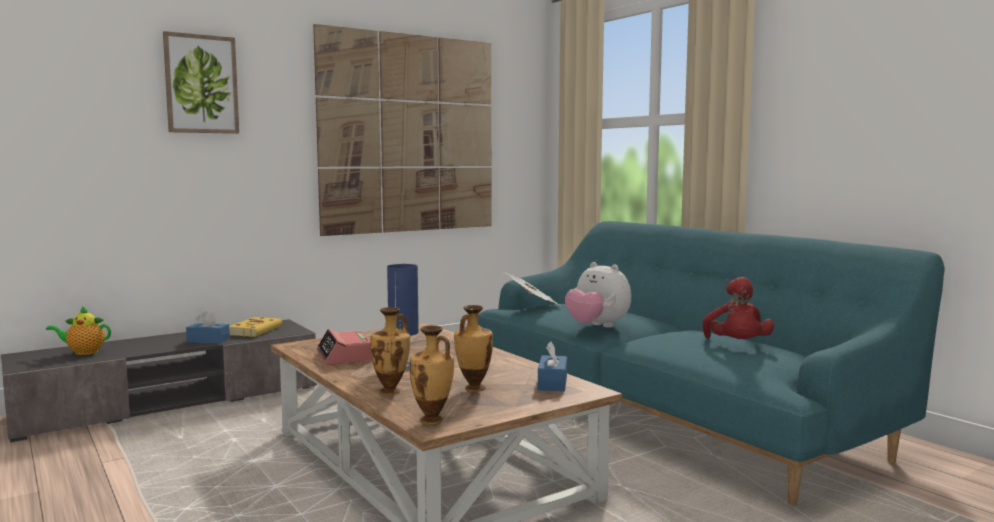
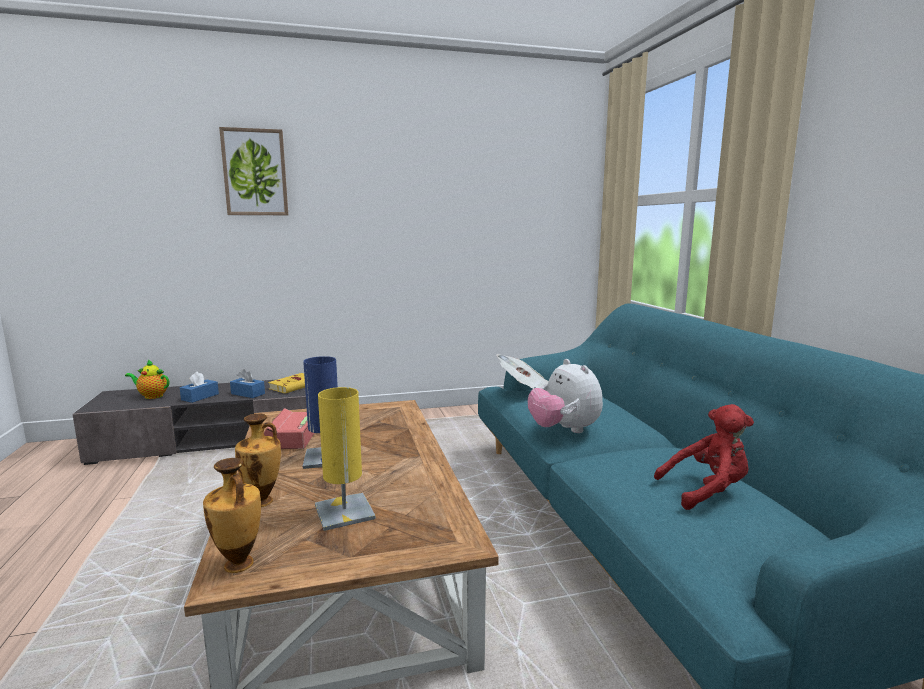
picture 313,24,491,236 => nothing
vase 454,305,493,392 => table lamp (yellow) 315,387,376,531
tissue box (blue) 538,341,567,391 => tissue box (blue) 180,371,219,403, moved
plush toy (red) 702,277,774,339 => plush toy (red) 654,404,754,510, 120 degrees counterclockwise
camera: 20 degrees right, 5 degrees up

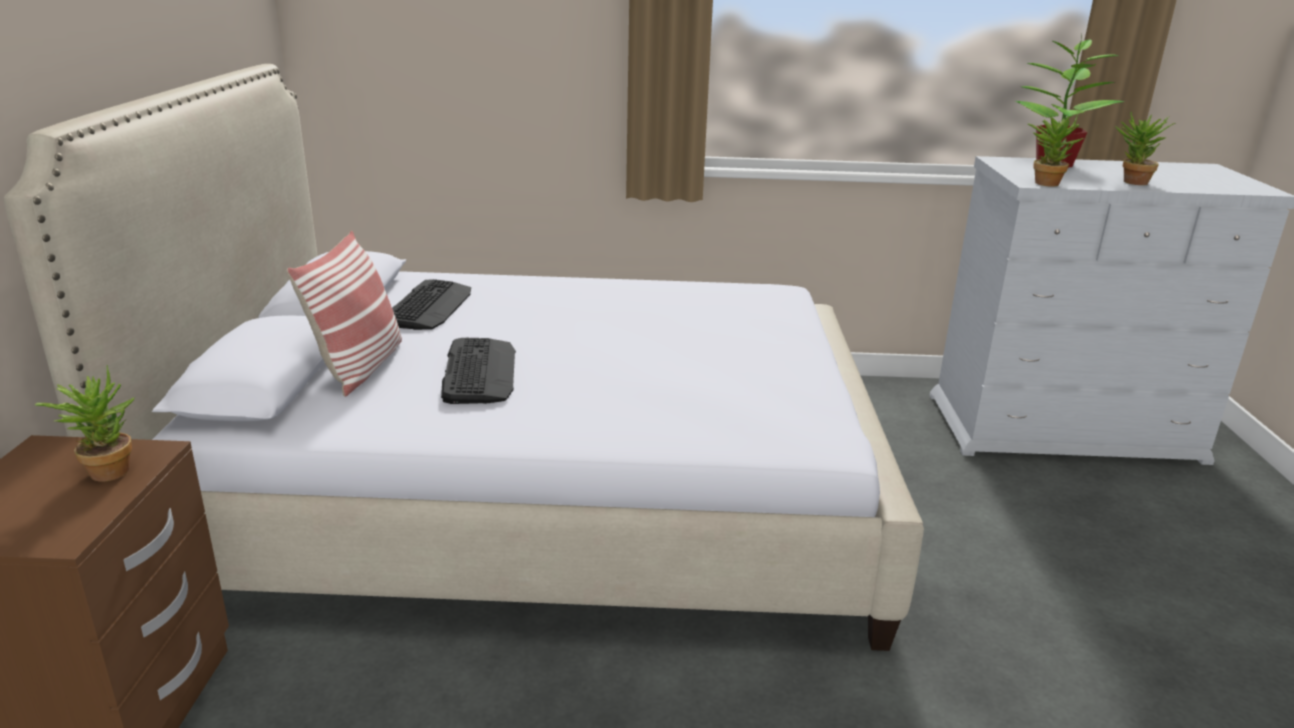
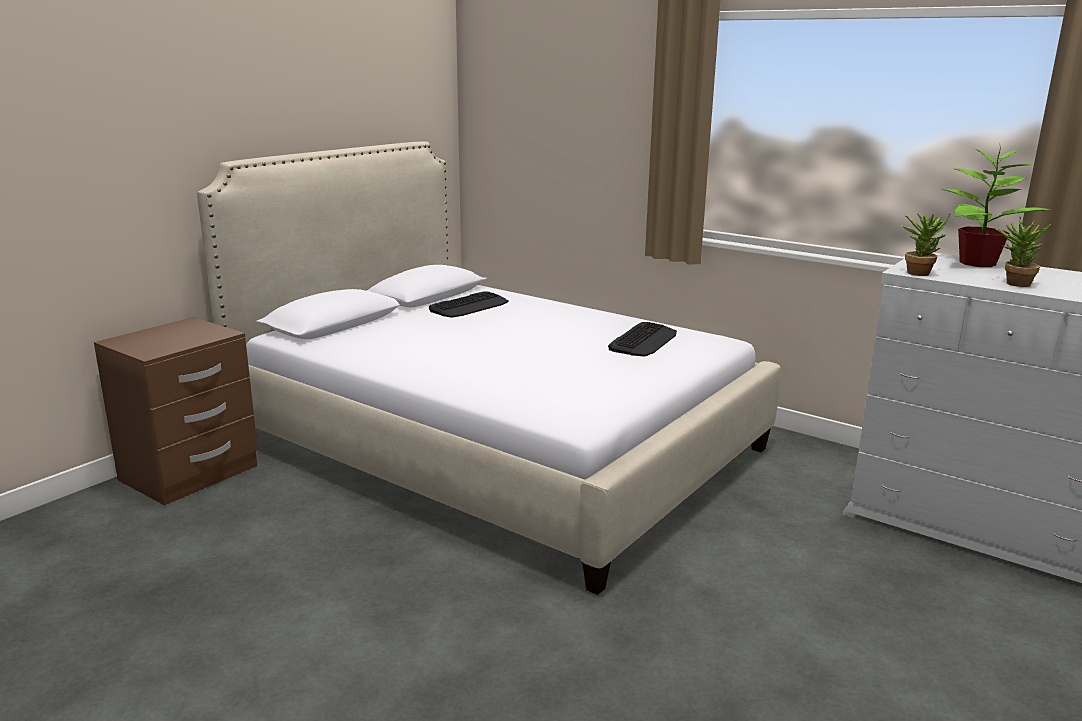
potted plant 35,365,135,482 => nothing
pillow 286,231,402,397 => nothing
keyboard 441,338,516,404 => keyboard 608,322,677,357, moved
camera: 35 degrees right, 5 degrees down

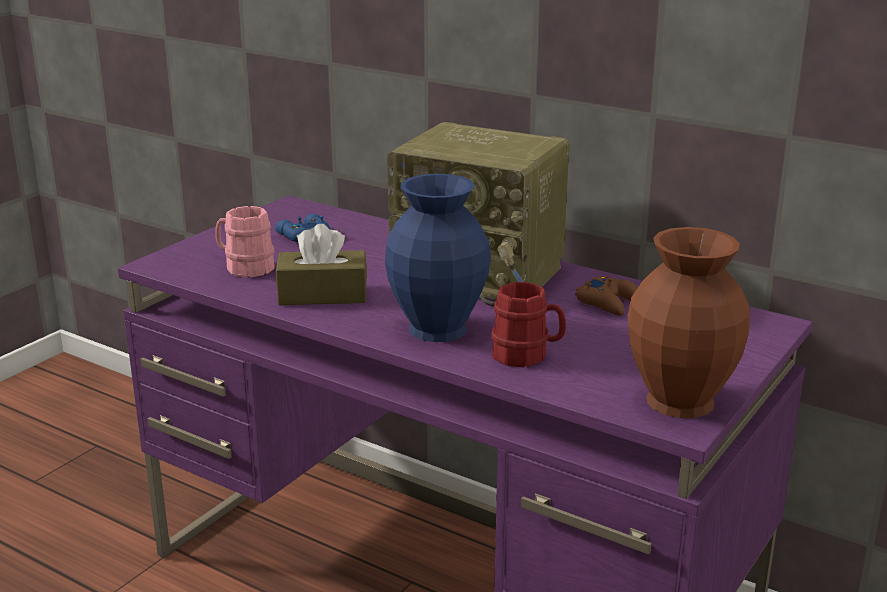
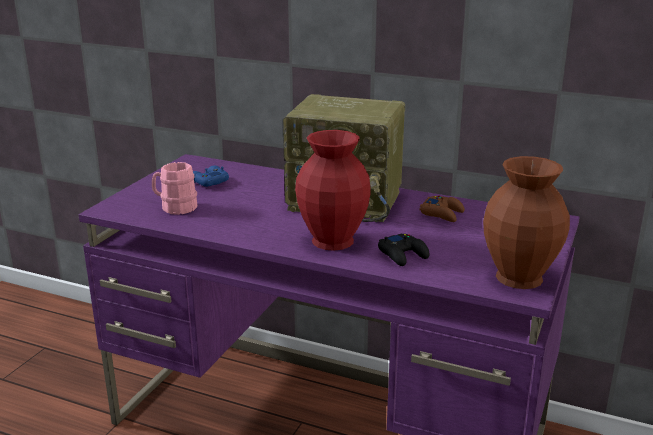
tissue box (brown) 276,224,367,305 => nothing
vase (blue) 385,174,491,342 => vase (red) 295,130,370,251
mug (red) 491,282,566,367 => game controller (black) 378,233,429,266
camera: 10 degrees left, 0 degrees up

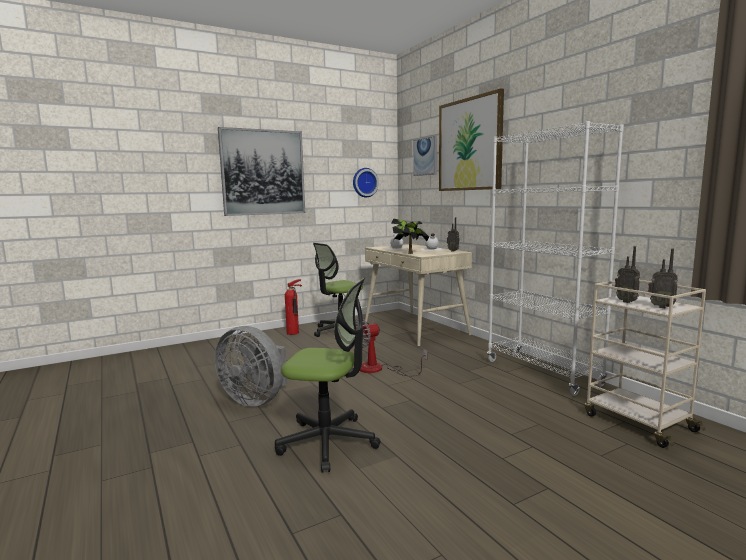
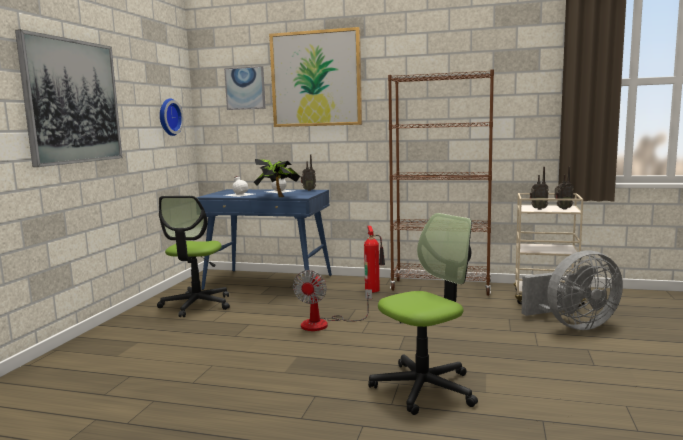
fan (grey) 215,326,288,407 => fan (grey) 522,251,623,330, moved
fire extinguisher 285,279,302,335 => fire extinguisher 364,226,385,293, moved
desk (beige) 365,244,472,347 => desk (blue) 196,189,332,290
bookcase (white) 487,121,624,396 => bookcase (brown) 388,69,494,296
camera: 45 degrees left, 0 degrees up

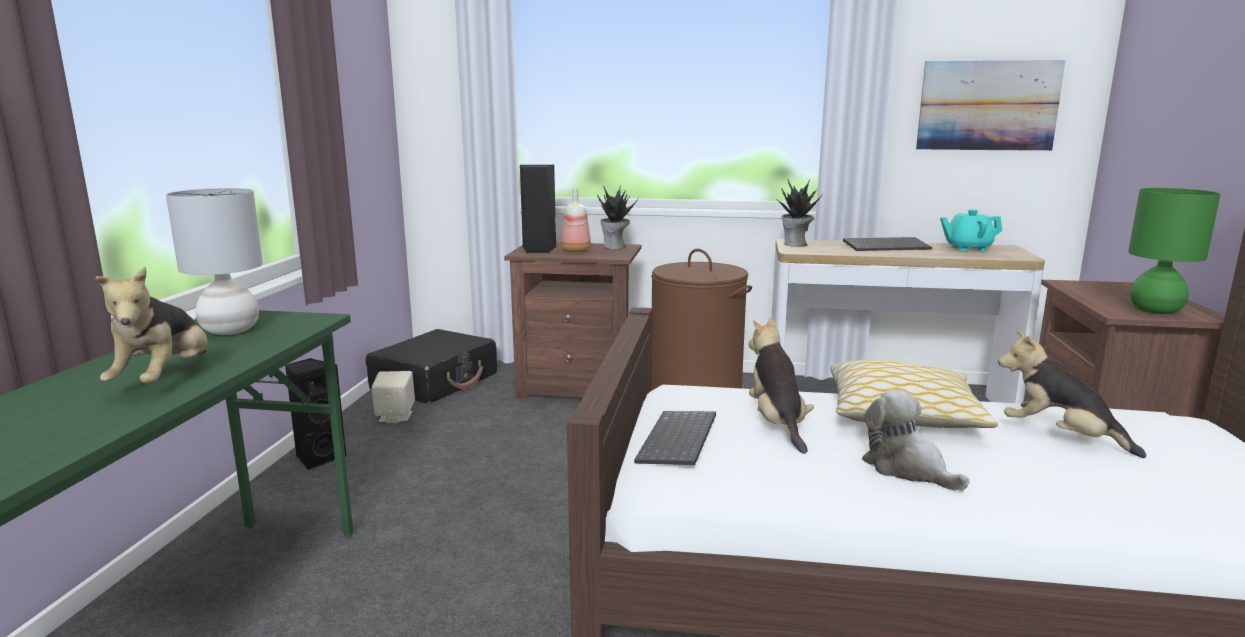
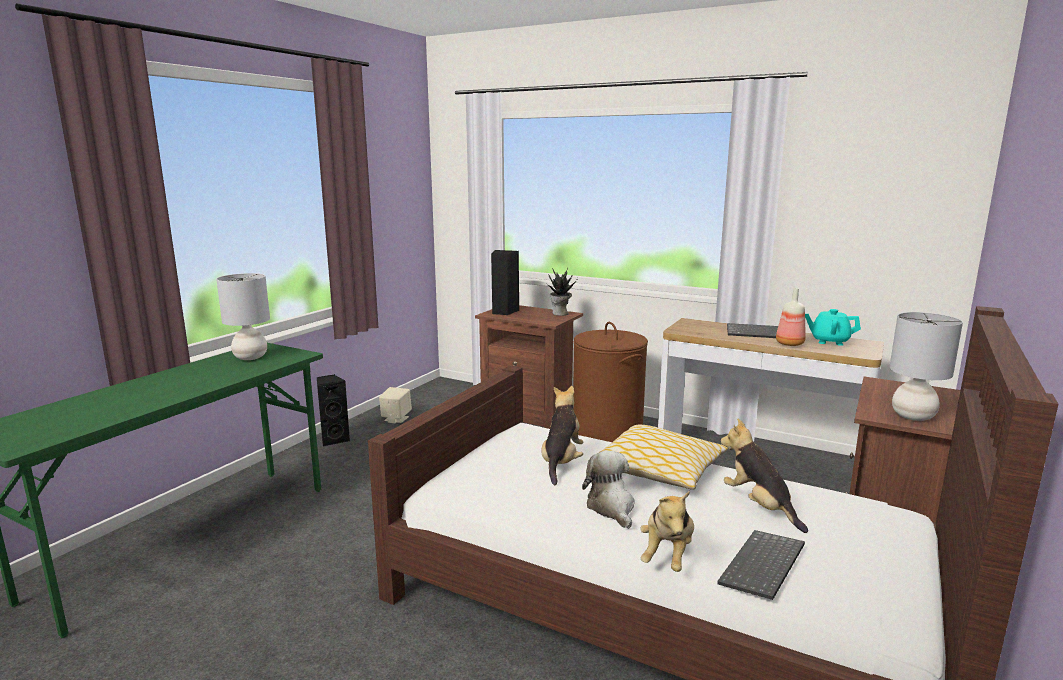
plush toy 96,267,208,384 => plush toy 640,491,694,572, moved
suitcase (black) 366,329,497,404 => nothing
bottle 561,188,591,252 => bottle 776,288,806,346, moved
keyboard 634,411,716,465 => keyboard 717,530,805,600, moved
potted plant 777,179,823,247 => nothing
picture 916,60,1066,151 => nothing
table lamp (green) 1128,188,1221,314 => table lamp (grey) 890,312,963,421
camera: 20 degrees right, 0 degrees up

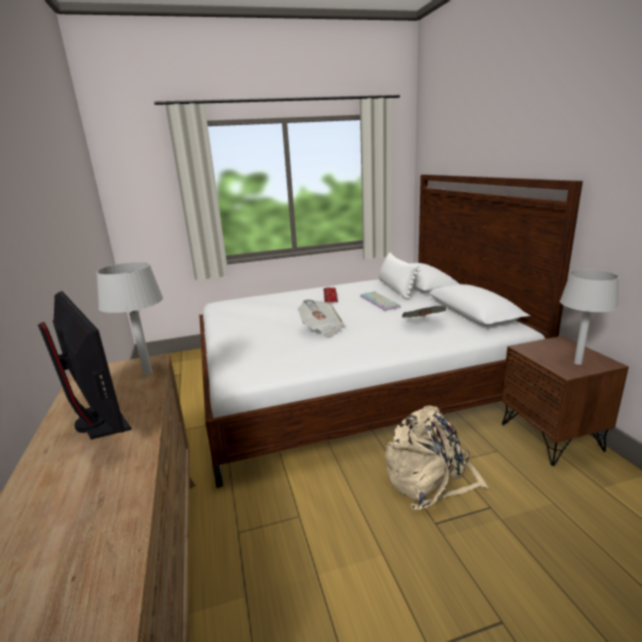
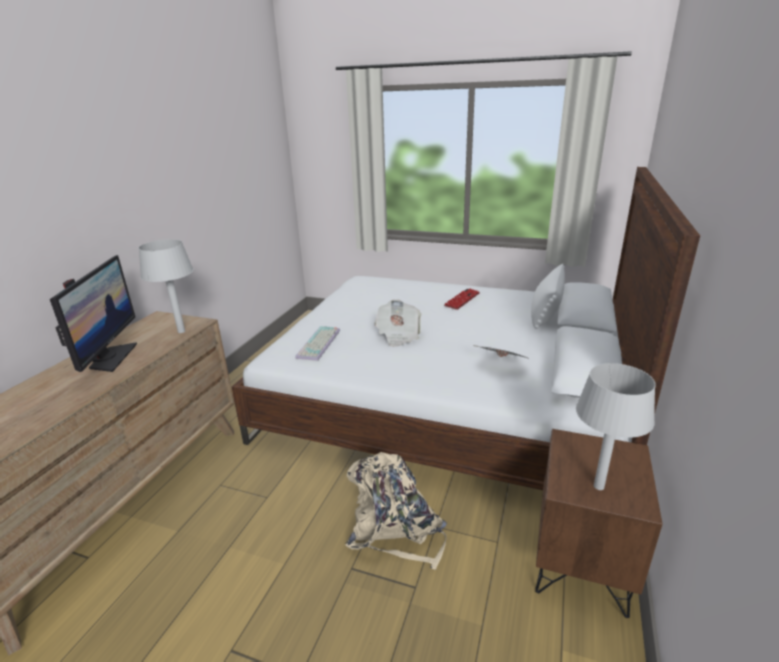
keyboard 360,291,401,311 => keyboard 295,326,340,361, moved
camera: 35 degrees right, 5 degrees up

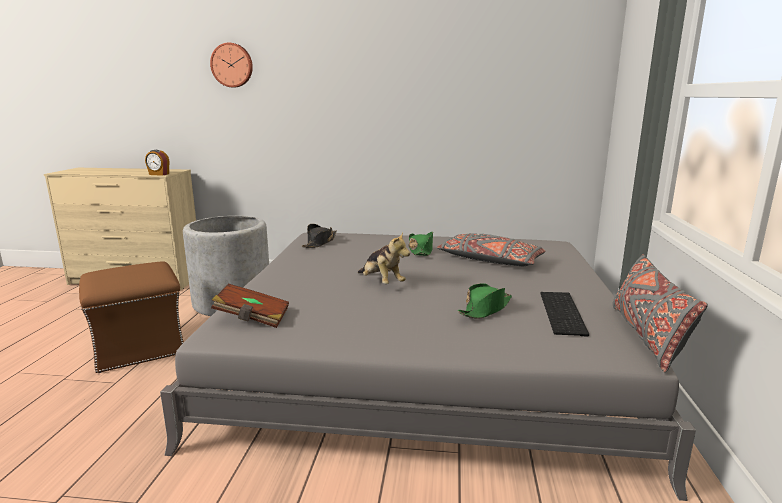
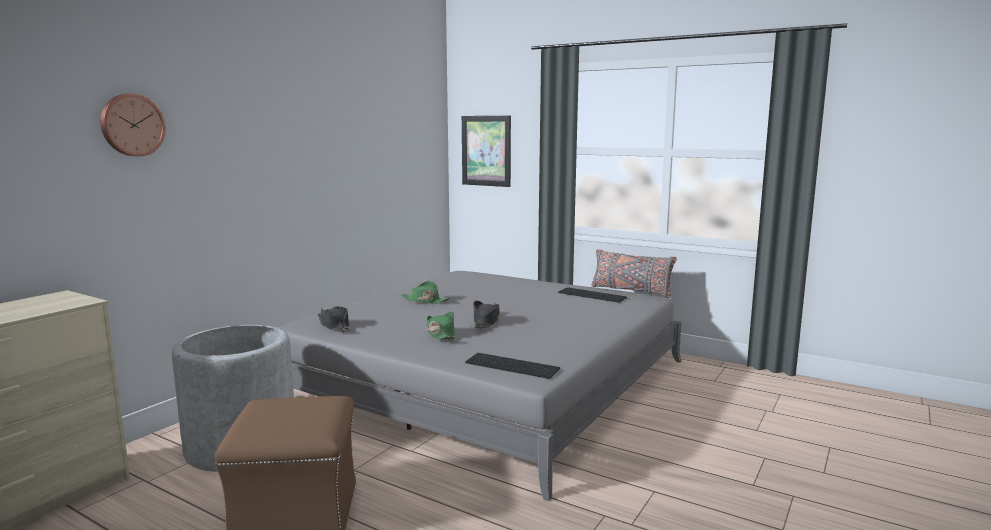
alarm clock 145,150,169,176 => nothing
book (brown) 211,283,289,328 => keyboard 465,353,560,379
plush toy 358,233,410,284 => hat (black) 473,301,500,328
pillow (grey) 437,233,545,266 => nothing
hat (green) 458,283,512,319 => hat (green) 427,311,455,340, moved
nothing => picture 462,116,511,187
camera: 65 degrees left, 5 degrees down

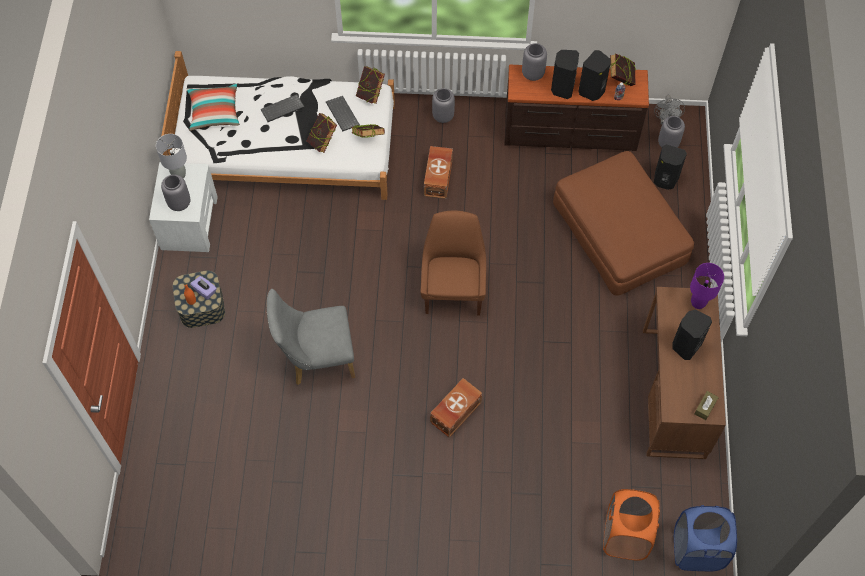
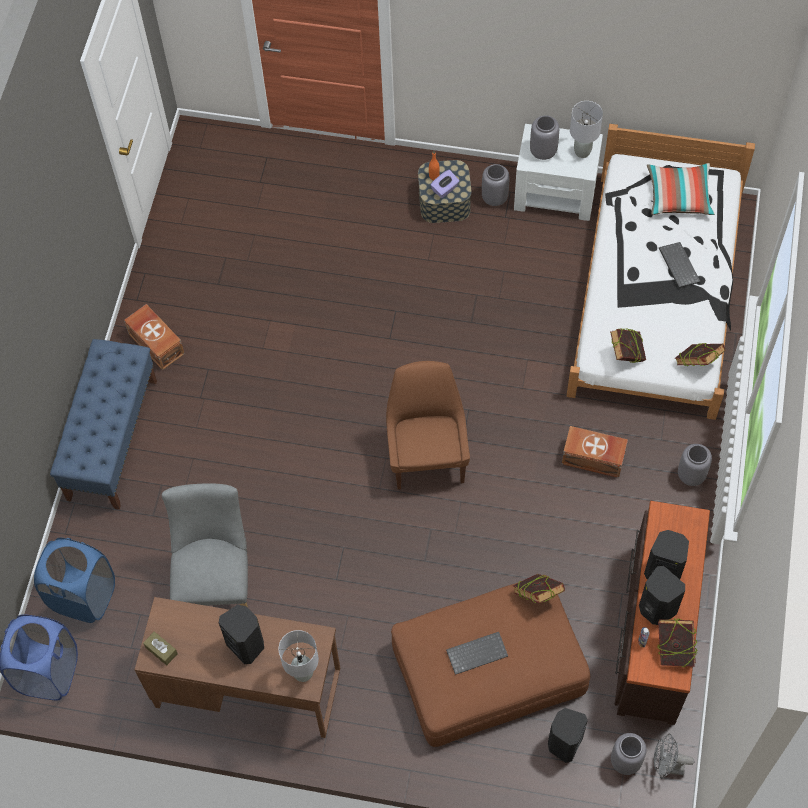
chair (grey) 266,289,355,385 => chair (grey) 162,483,248,607, moved
book 307,113,337,153 => book 513,574,565,603, moved
keyboard 326,96,360,131 => keyboard 446,632,508,675, moved
chair (brown) 421,211,486,316 => chair (brown) 386,361,470,489, 105 degrees counterclockwise
storage box (brown) 430,378,482,438 => storage box (brown) 124,304,185,370, moved
vase (grey) 522,43,547,81 => vase (grey) 482,164,509,206, moved
laundry basket (orange) 603,489,660,561 => laundry basket (blue) 34,538,115,623
table lamp (purple) 690,263,724,309 => table lamp (grey) 278,630,319,682
nothing => bench (blue) 50,339,157,510
camera: 100 degrees right, 0 degrees up

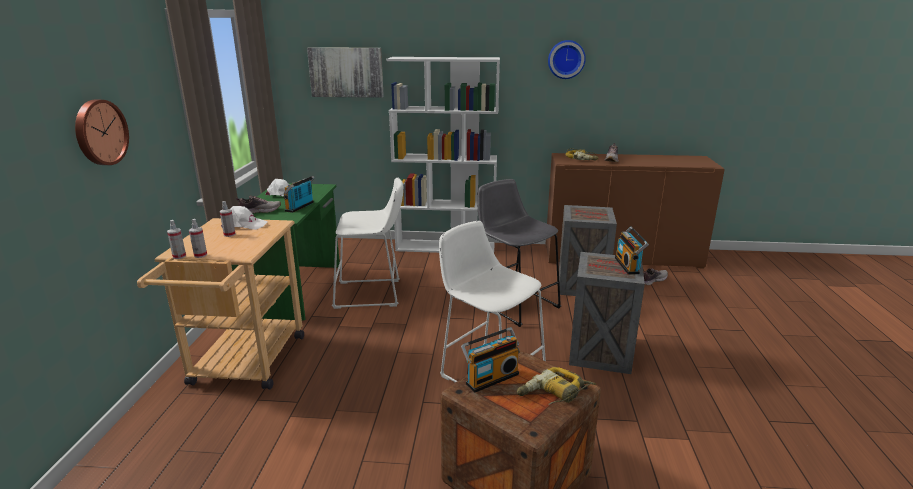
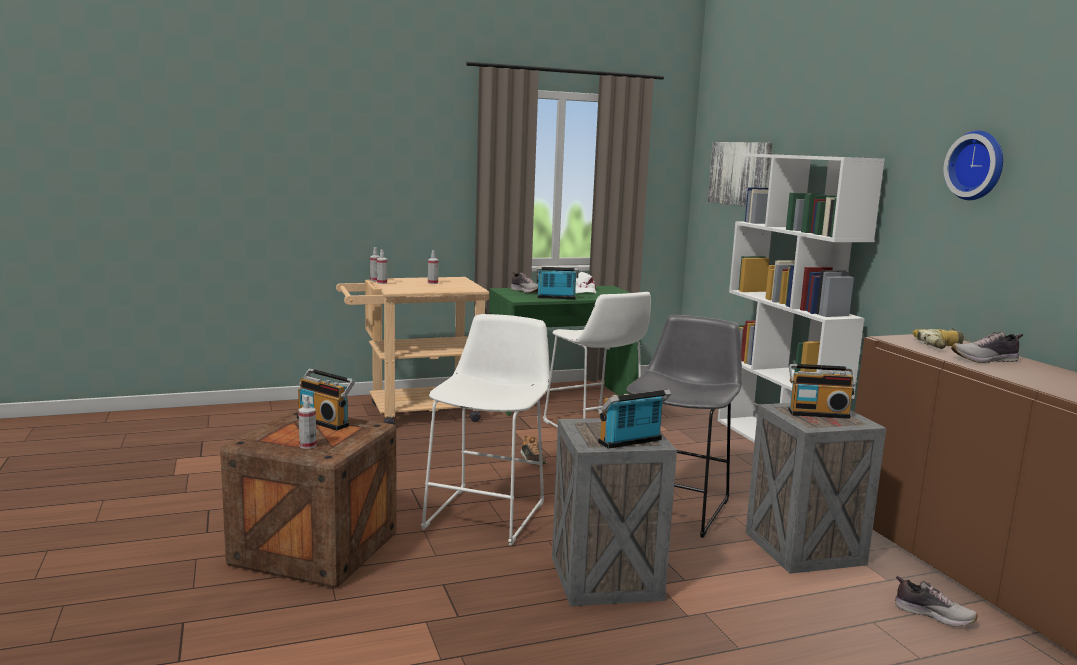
wall clock 75,100,129,165 => nothing
cap (white) 221,206,268,230 => nothing
power drill 517,367,596,405 => spray bottle 298,395,316,449
nothing => shoe 520,435,547,465
nothing => radio 788,364,856,419
camera: 65 degrees right, 10 degrees down

